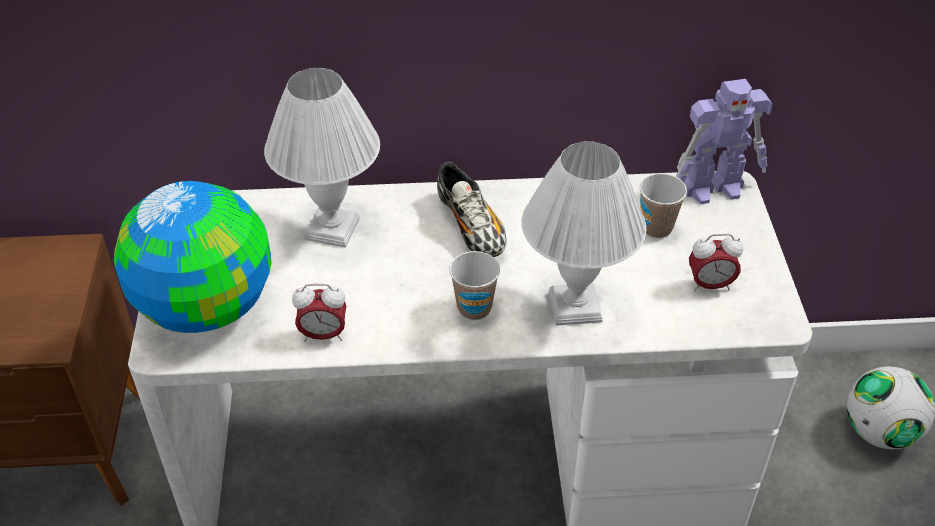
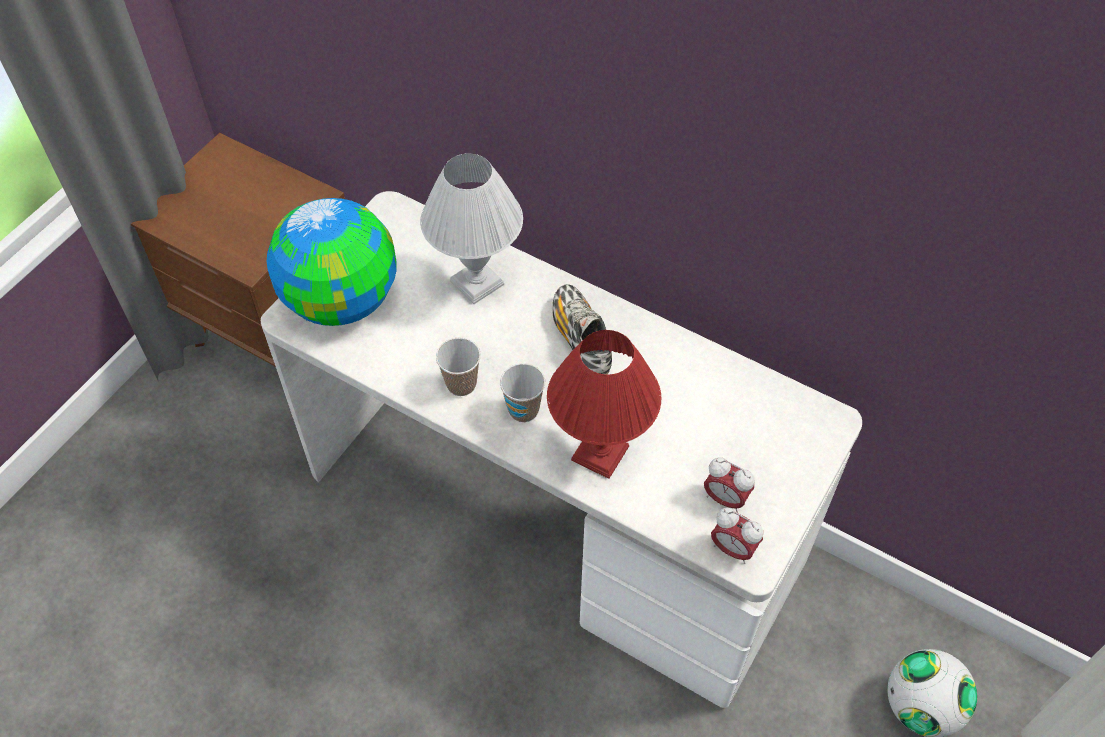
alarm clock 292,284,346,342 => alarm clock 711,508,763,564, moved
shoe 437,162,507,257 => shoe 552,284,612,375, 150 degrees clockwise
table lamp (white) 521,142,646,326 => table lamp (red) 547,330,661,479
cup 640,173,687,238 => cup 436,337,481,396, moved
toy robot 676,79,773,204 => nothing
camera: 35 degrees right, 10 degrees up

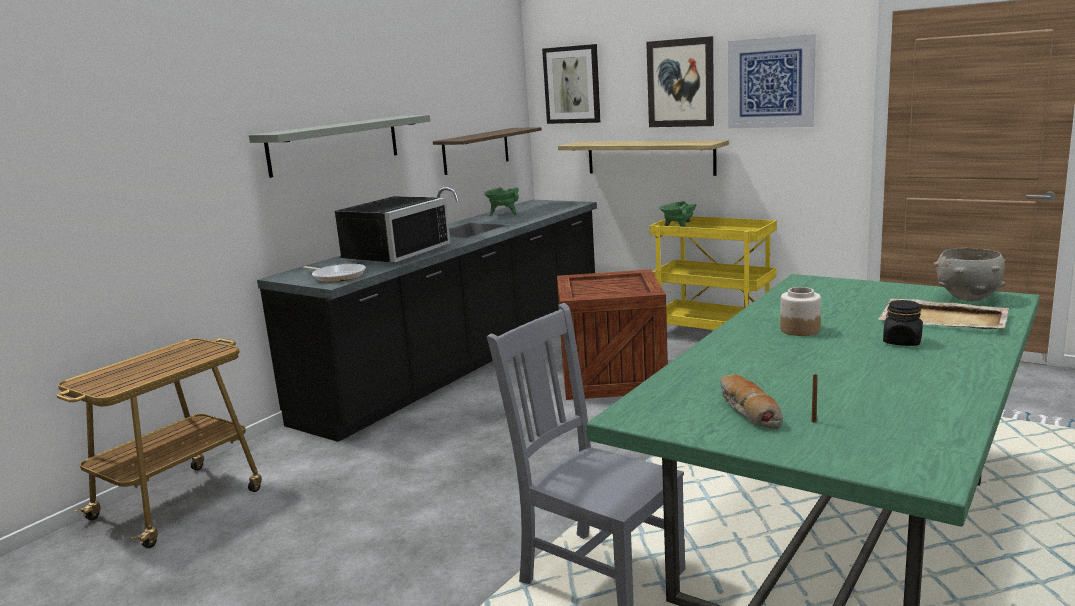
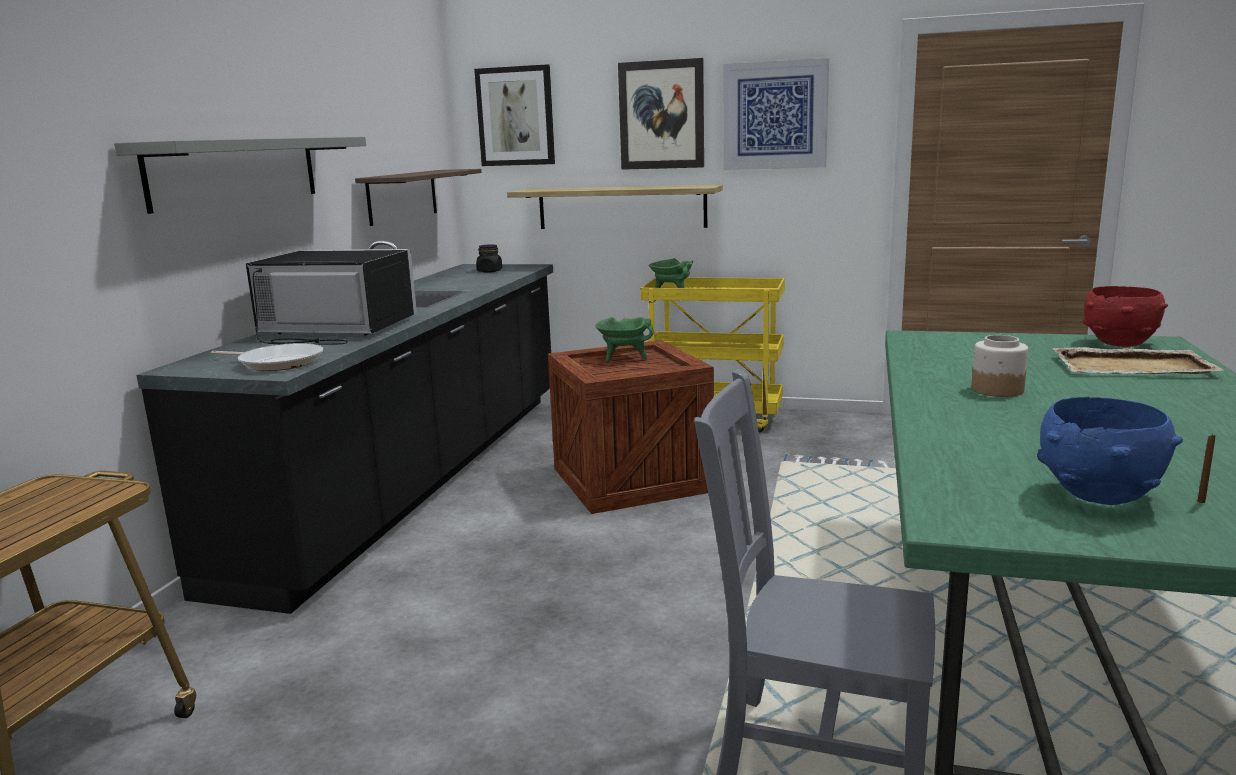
microwave (black) 335,196,450,263 => microwave (black) 246,249,417,345, 90 degrees counterclockwise
cooking pot (green) 484,187,519,216 => cooking pot (green) 595,317,653,362, moved
bread 720,374,783,429 => bowl (blue) 1037,397,1183,505
jar (black) 883,300,923,346 => jar (black) 476,244,502,273, moved
bowl (grey) 934,248,1006,301 => bowl (red) 1083,286,1168,347
camera: 20 degrees left, 0 degrees up

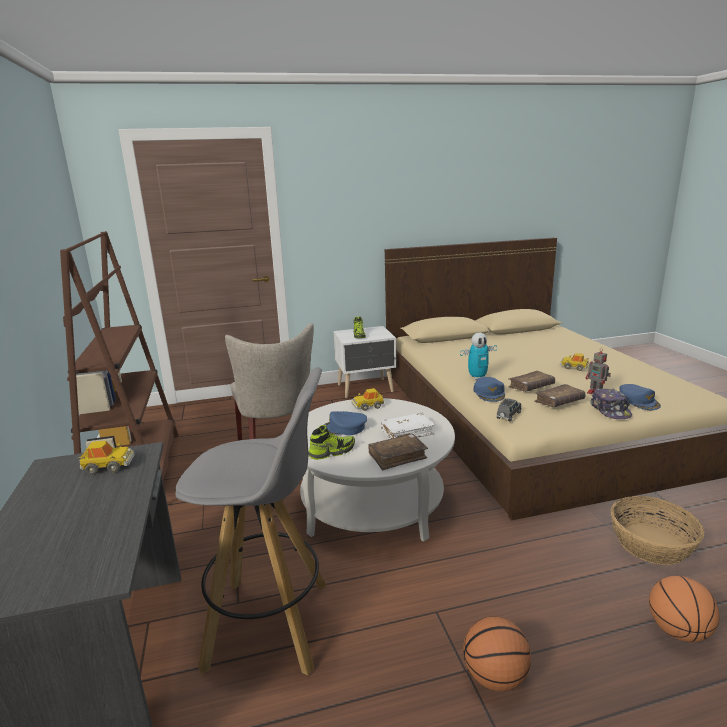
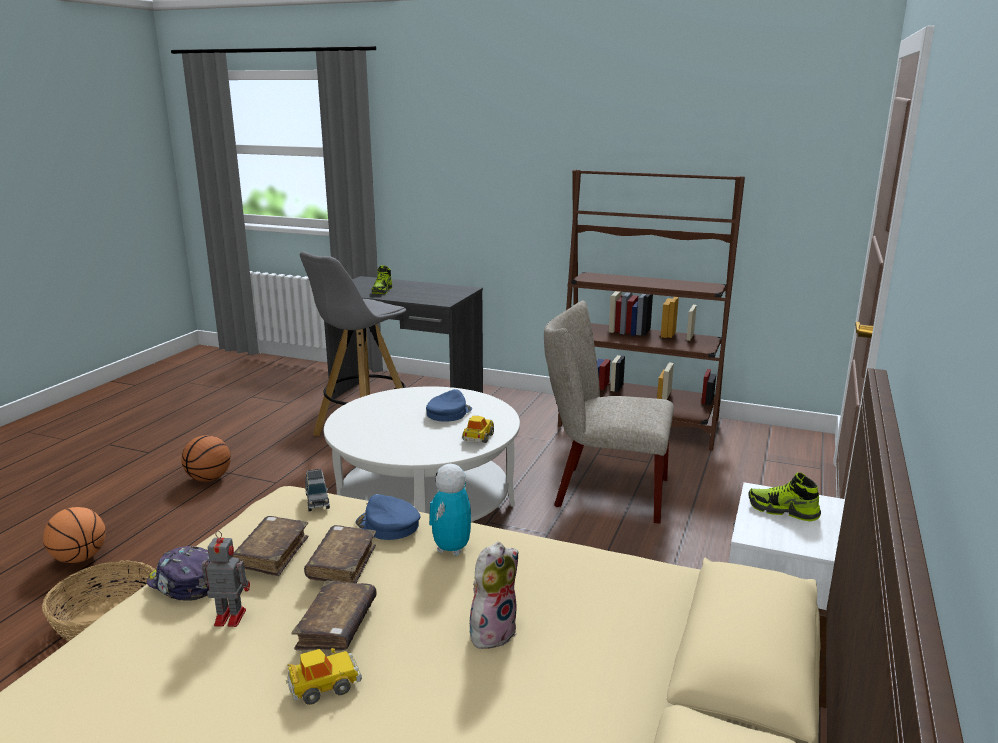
toy car 79,441,135,475 => nothing
shoe 308,425,355,460 => shoe 372,265,392,294, moved
book (brown) 368,434,428,470 => book (brown) 291,581,377,650, moved
book (white) 381,412,435,439 => nothing
cap (blue) 619,384,661,410 => nothing
nothing => plush toy 470,542,519,649
camera: 125 degrees right, 0 degrees up

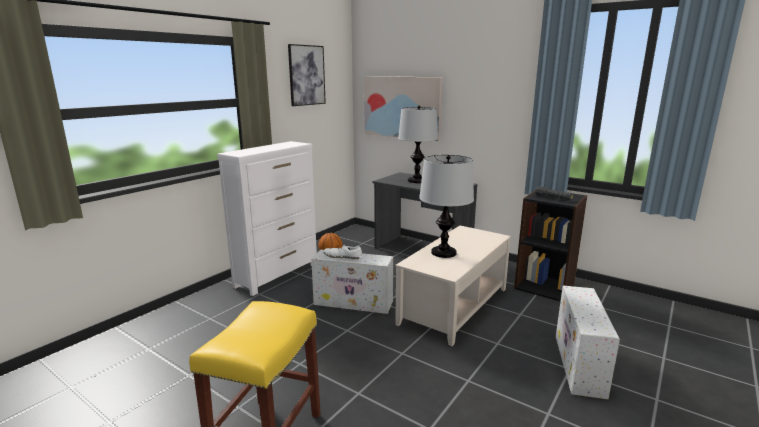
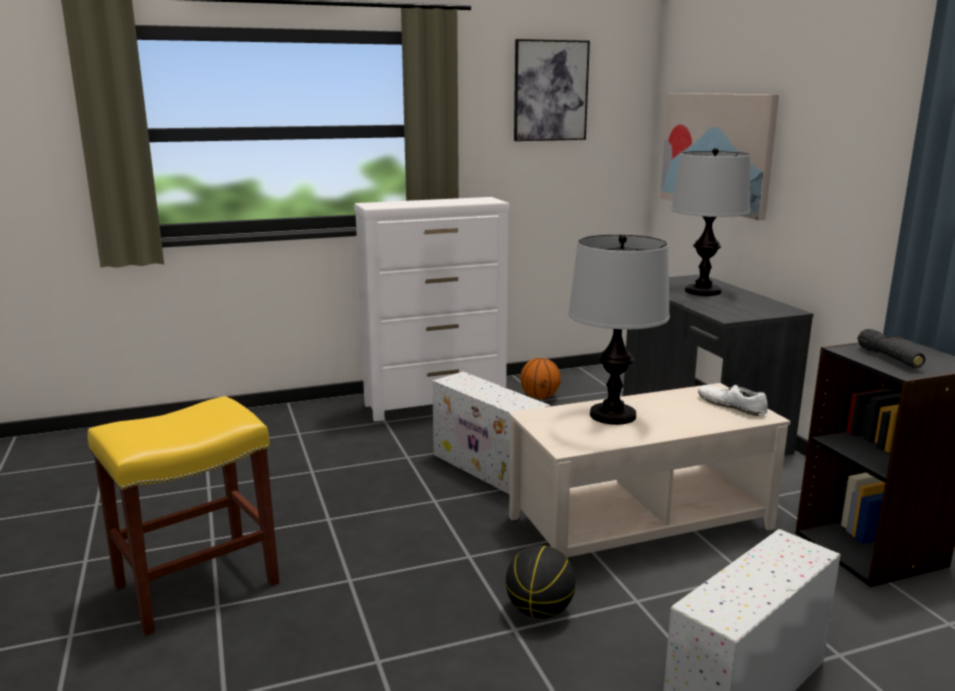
shoe (white) 324,245,362,259 => shoe (white) 698,384,768,416, moved
nothing => basketball 506,545,576,618
camera: 35 degrees right, 0 degrees up

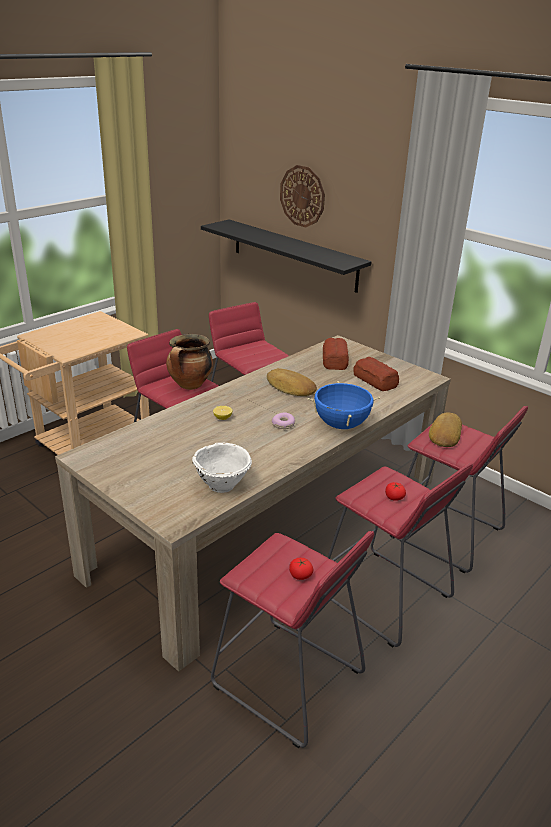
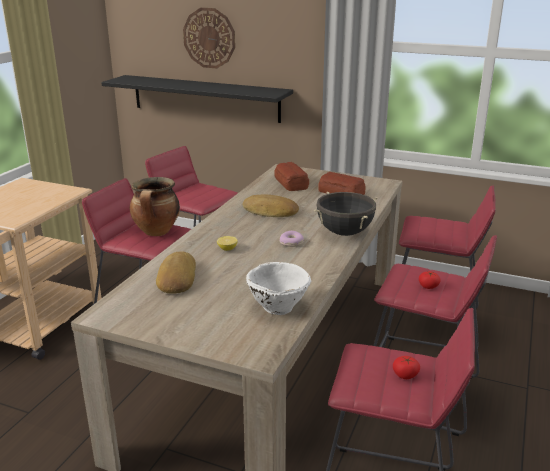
cooking pot (blue) 308,381,380,429 => cooking pot (black) 314,192,378,236
bread 429,412,462,447 => bread 156,252,196,294, moved
camera: 20 degrees left, 5 degrees down

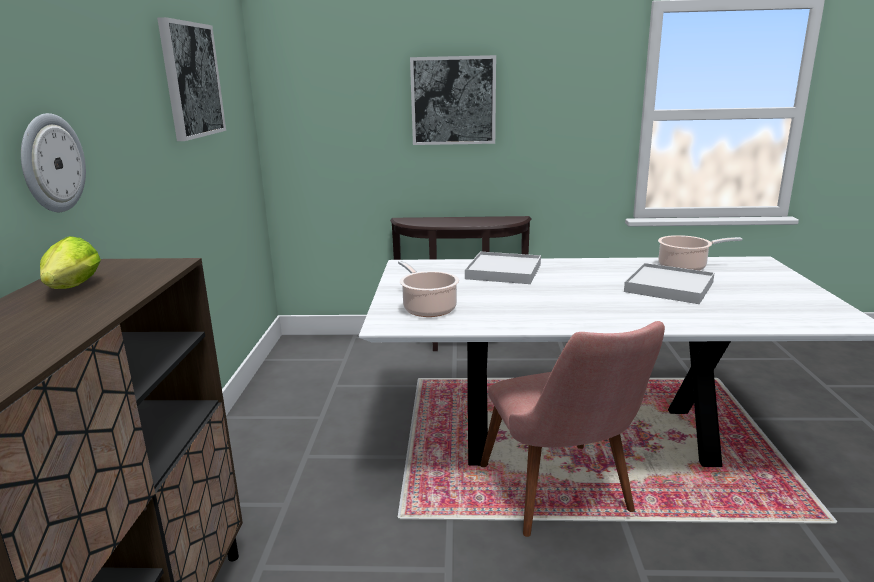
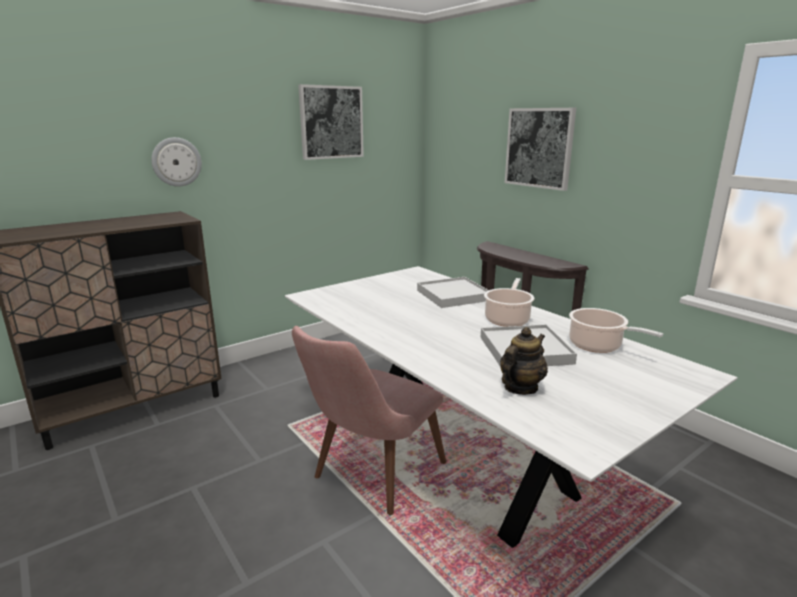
lettuce 40,236,101,289 => nothing
cooking pot 398,260,459,317 => cooking pot 484,278,534,327, moved
nothing => teapot 500,327,548,395
camera: 50 degrees right, 0 degrees up

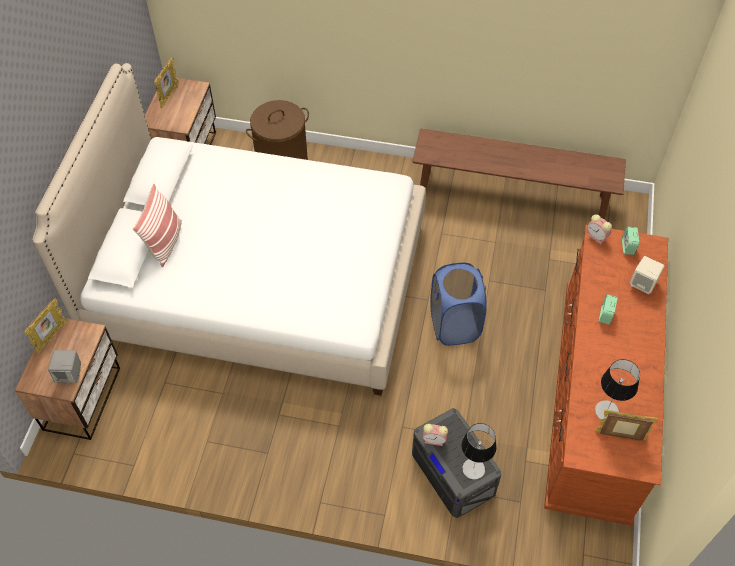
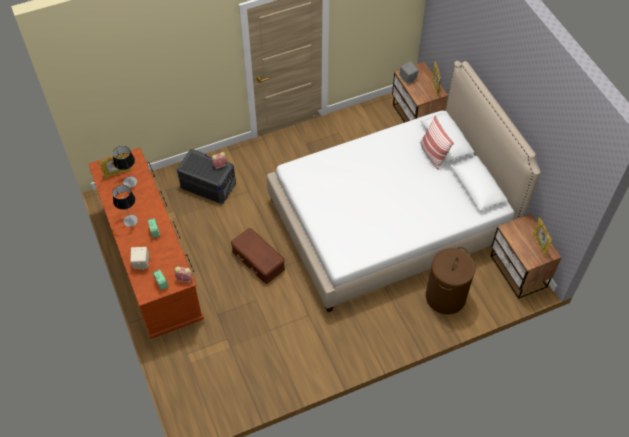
bench (brown) 412,129,626,220 => nothing
laundry basket (blue) 430,263,486,346 => storage box (brown) 231,228,285,284
table lamp 461,423,496,480 => table lamp 113,185,138,227, moved
camera: 145 degrees right, 0 degrees up

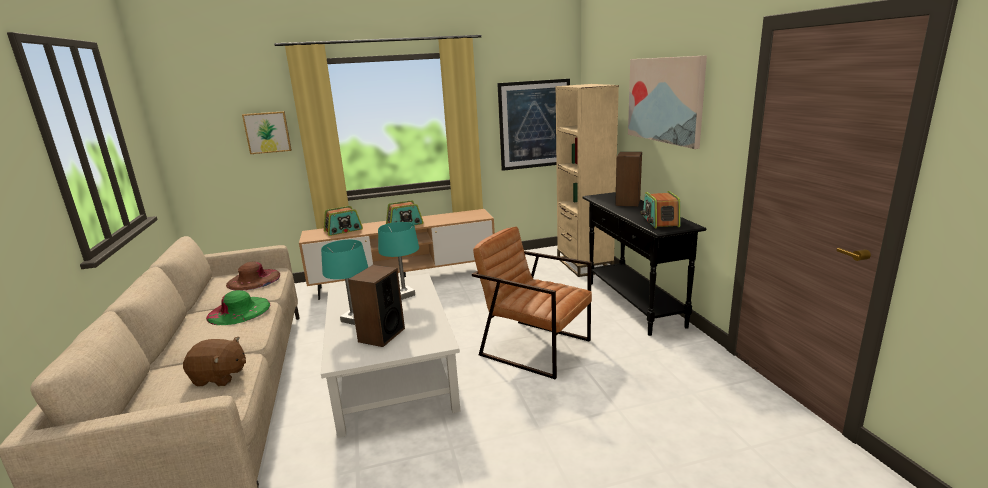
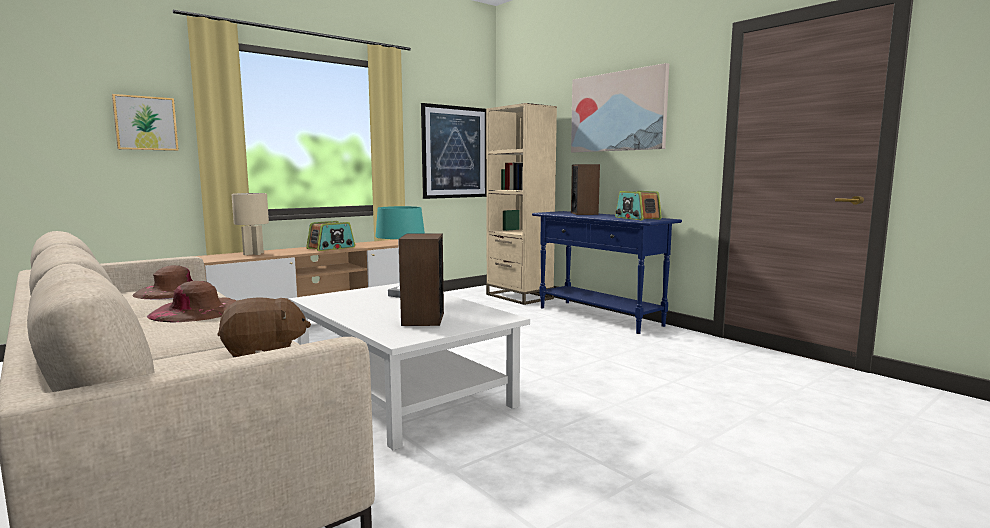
hat (green) 206,290,270,325 => hat (brown) 147,281,237,322
table lamp (turquoise) 321,240,368,325 => nothing
radio 324,206,363,236 => table lamp (beige) 231,193,269,255
armchair (brown) 472,227,592,379 => nothing
console table (black) 582,192,706,336 => console table (blue) 532,211,682,334
camera: 25 degrees left, 10 degrees down

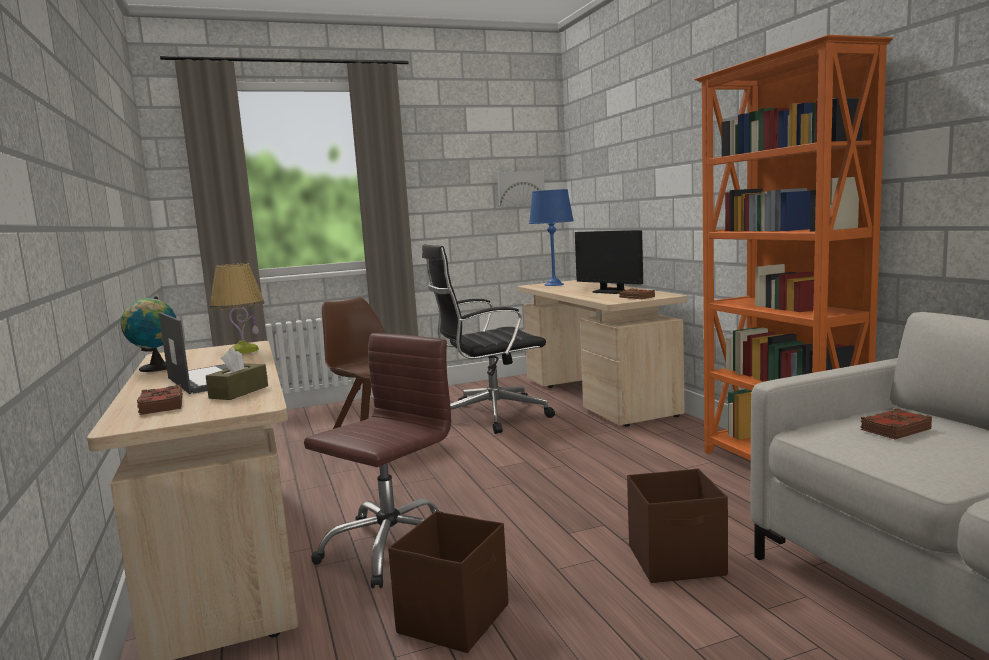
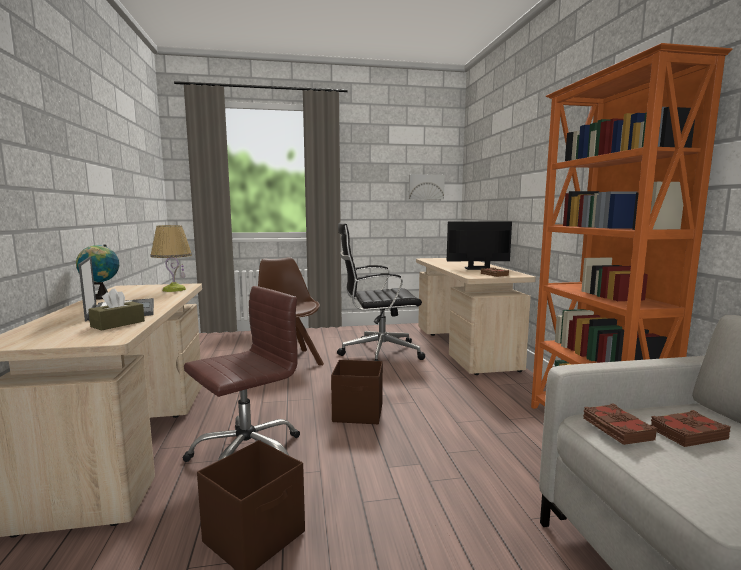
book (brown) 137,384,183,415 => book (brown) 583,403,657,445, moved
table lamp (blue) 529,189,574,286 => nothing
monitor 575,230,643,294 => monitor 447,221,512,270, 120 degrees clockwise
storage box (brown) 627,469,728,583 => storage box (brown) 331,360,383,424, moved
camera: 10 degrees right, 0 degrees up

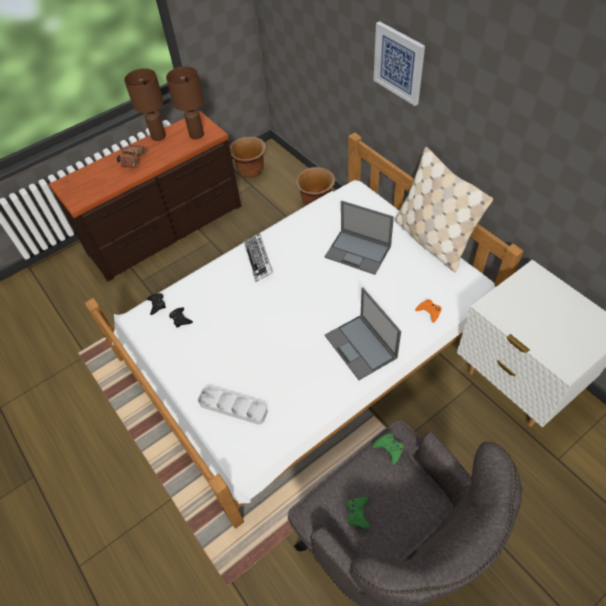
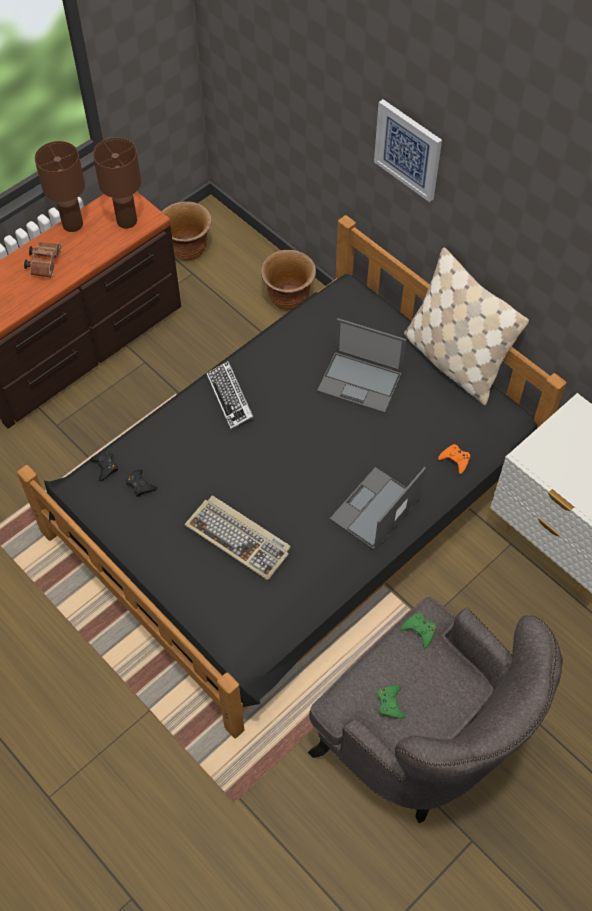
bed (white) 85,133,523,528 => bed (black) 17,215,567,738
tray (grey) 198,387,268,425 => nothing
laptop 325,287,401,380 => laptop 330,467,426,551, 75 degrees clockwise
nothing => keyboard 185,495,291,581
camera: 10 degrees left, 5 degrees up

